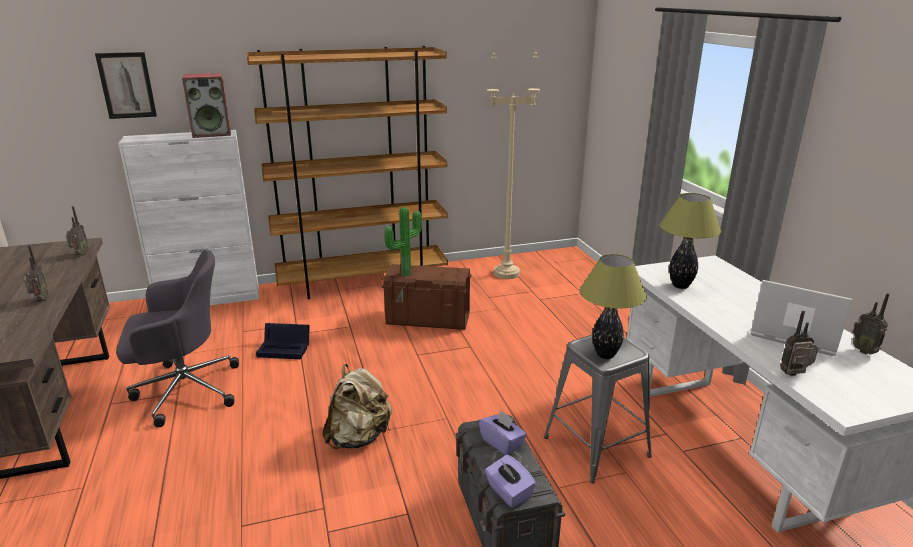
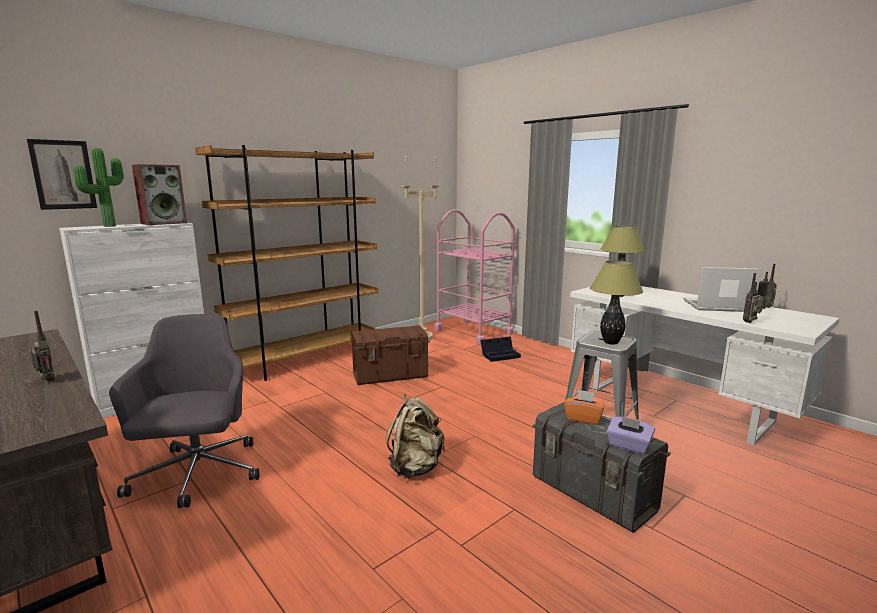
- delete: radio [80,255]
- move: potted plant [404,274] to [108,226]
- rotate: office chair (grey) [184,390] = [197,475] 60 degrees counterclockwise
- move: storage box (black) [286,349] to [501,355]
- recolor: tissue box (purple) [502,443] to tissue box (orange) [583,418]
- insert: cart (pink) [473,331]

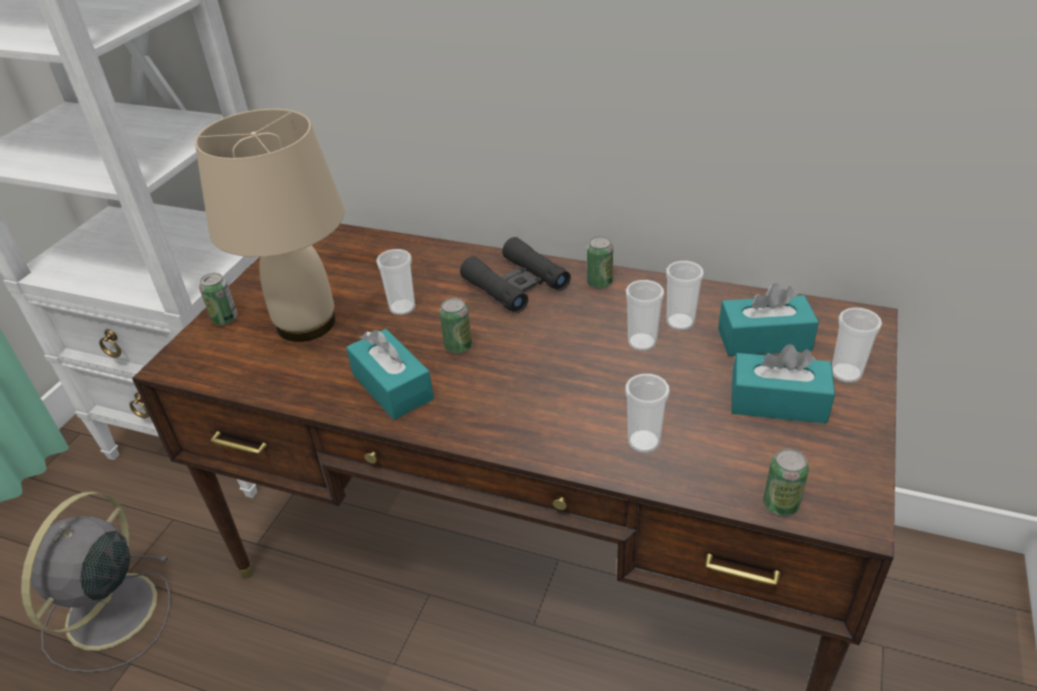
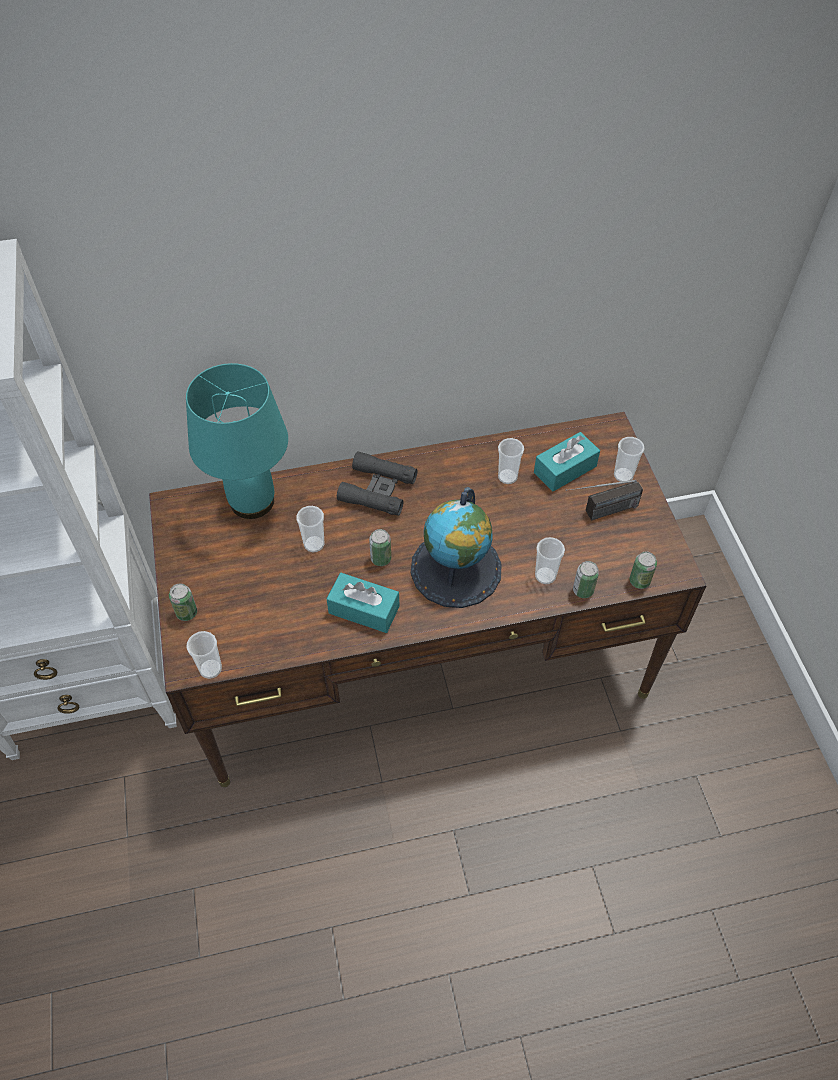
- delete: table lamp (beige) [304,324]
- move: can [599,283] to [583,590]
- move: cup [642,342] to [210,669]
- replace: tissue box (turquoise) [778,402] to radio [599,513]
- delete: fan (grey) [109,614]
- insert: table lamp (turquoise) [251,501]
- insert: globe [456,569]

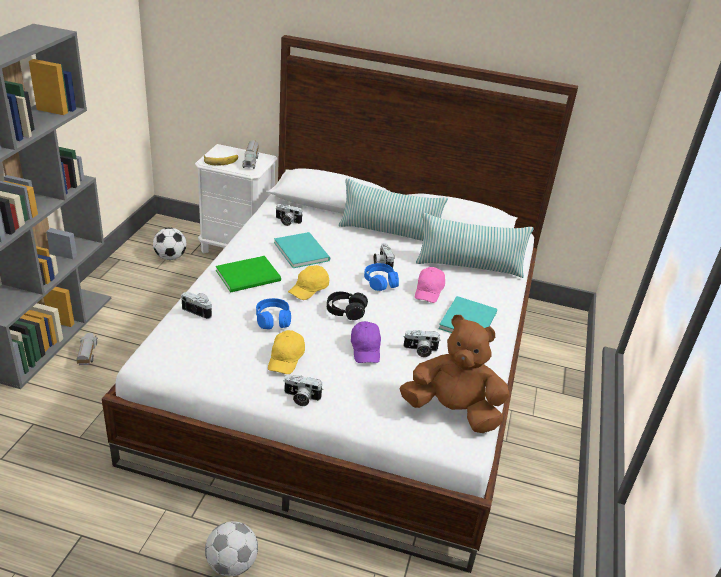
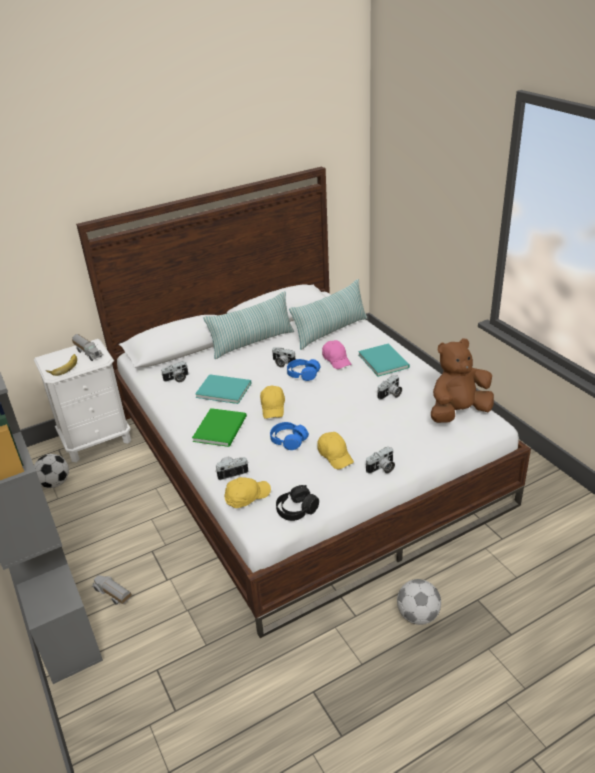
- move: headphones (black) [346,311] to [296,510]
- delete: cap (purple) [366,349]
- insert: cap (yellow) [247,496]

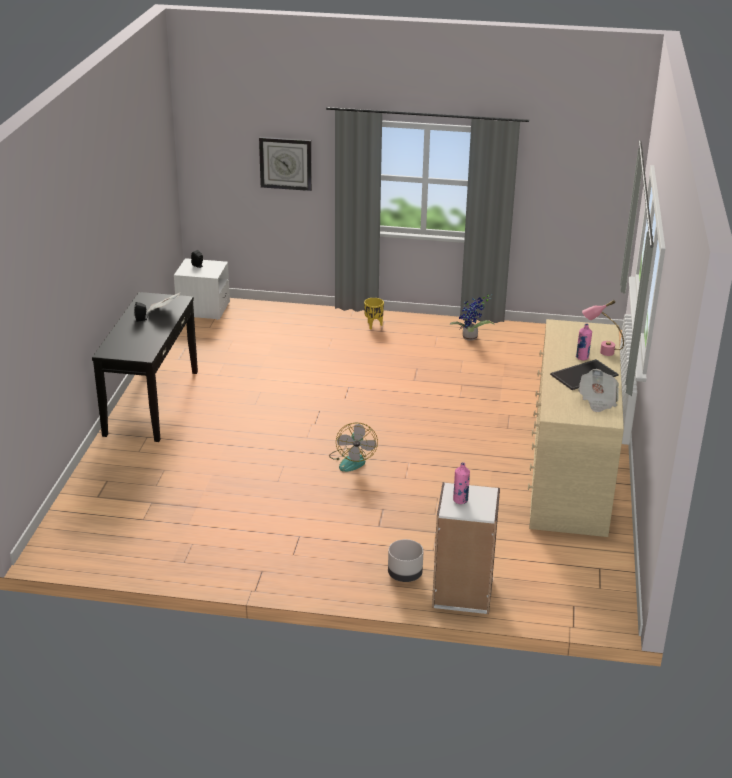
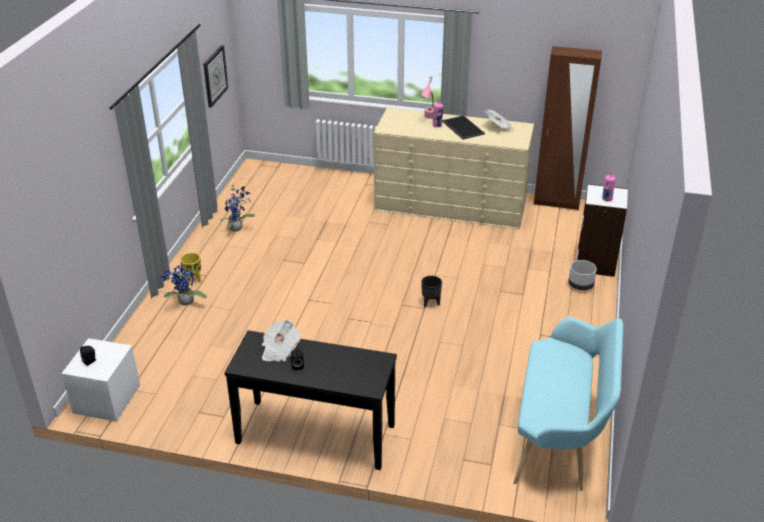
- move: wall clock [285,163] to [214,76]
- replace: fan [352,460] to planter (black) [430,303]
- insert: wardrobe (brown) [556,202]
- insert: potted plant [185,302]
- insert: bench (turquoise) [561,436]

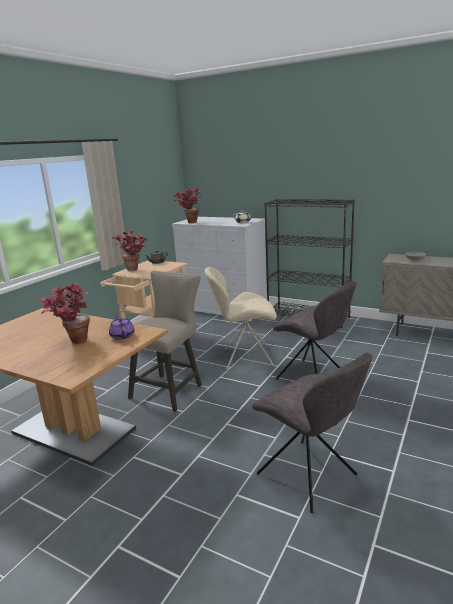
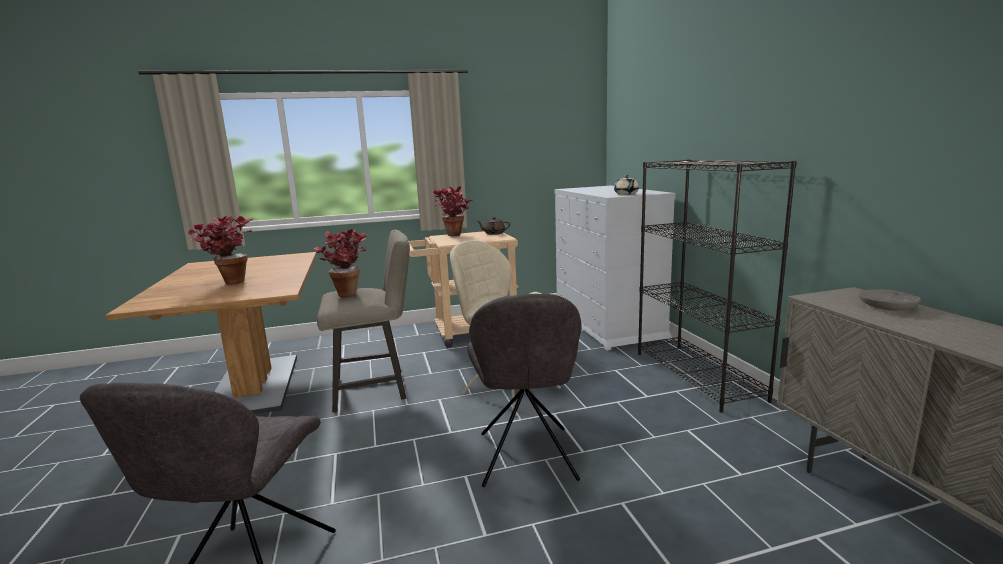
- move: potted plant [189,222] to [347,293]
- delete: teapot (purple) [122,335]

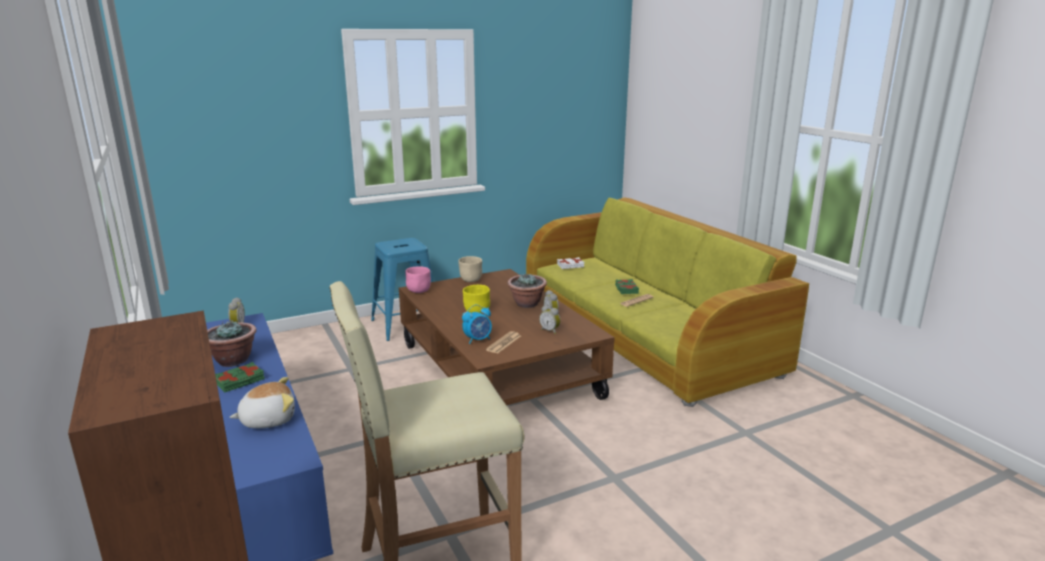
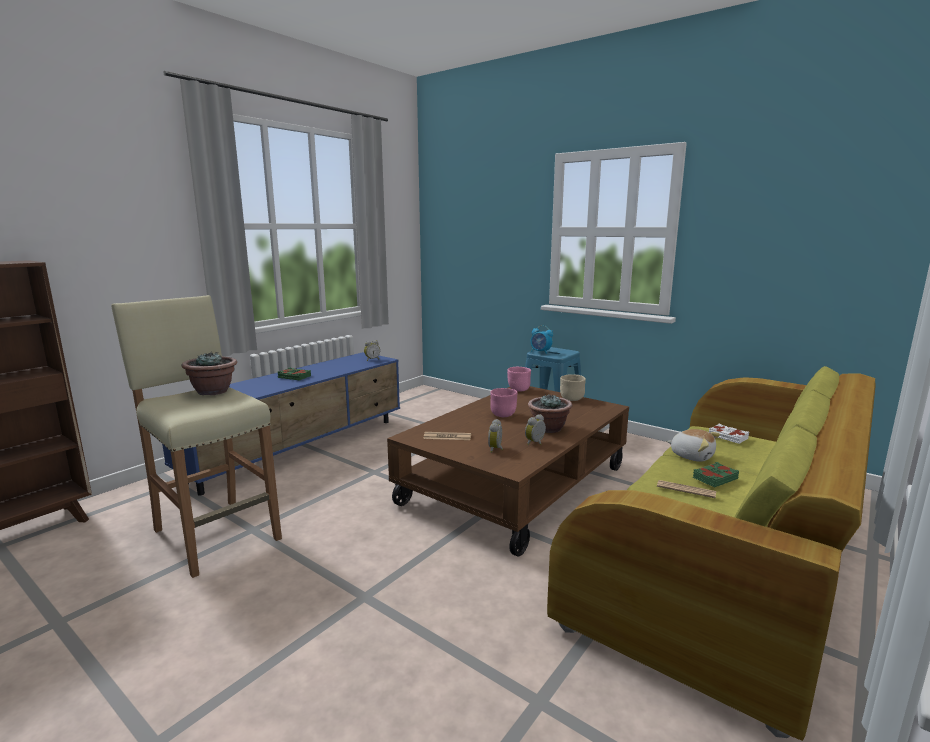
- recolor: bowl (yellow) [476,311] to bowl (pink) [503,415]
- move: alarm clock [478,340] to [540,352]
- move: potted plant [233,360] to [213,391]
- move: plush toy [268,419] to [692,456]

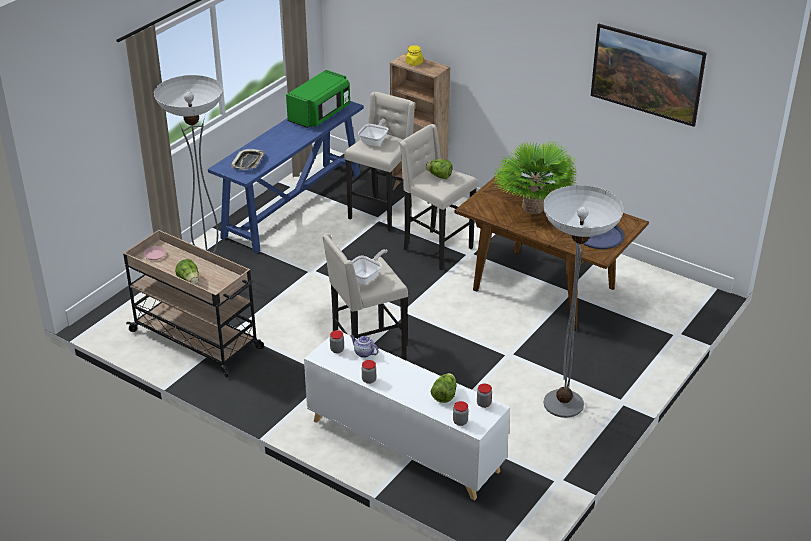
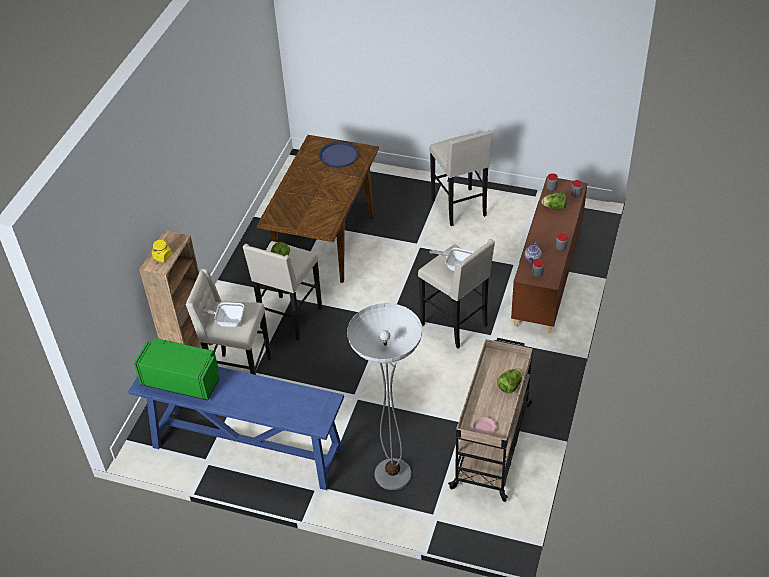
- delete: picture [644,92]
- delete: potted plant [533,208]
- delete: tray [248,162]
- replace: floor lamp [563,403] to stool (beige) [460,208]
- recolor: cabinet (white) [404,445] to cabinet (brown) [547,277]

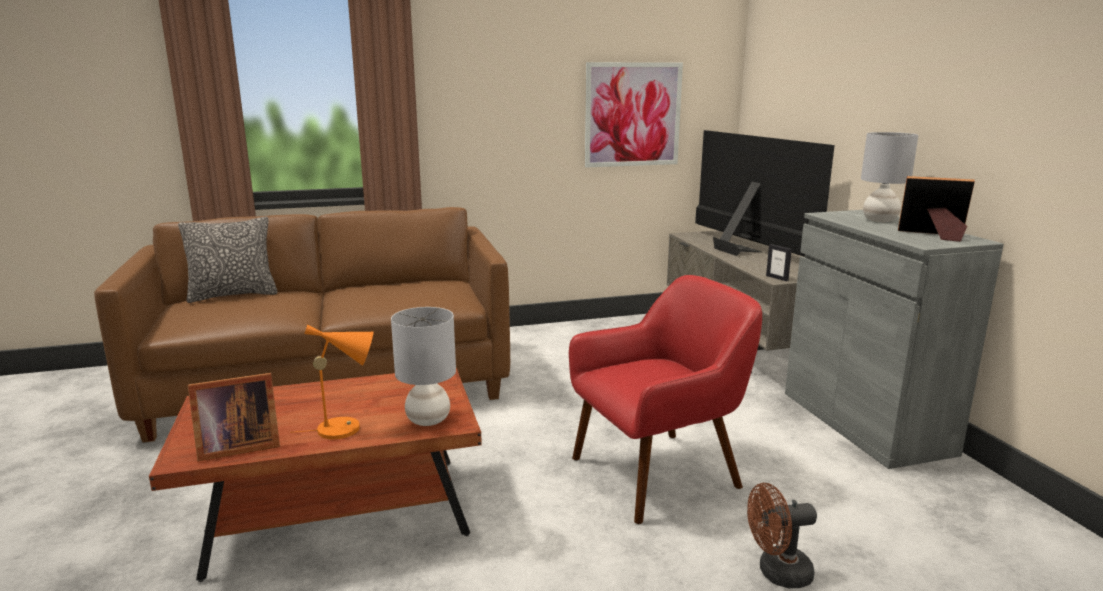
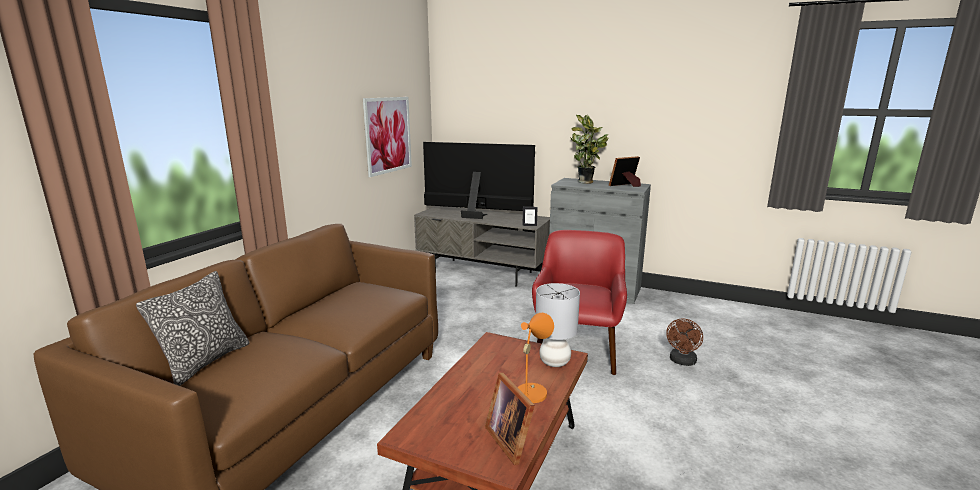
- replace: table lamp (grey) [879,220] to potted plant [587,182]
- rotate: picture frame [236,447] = [511,439] 135 degrees clockwise

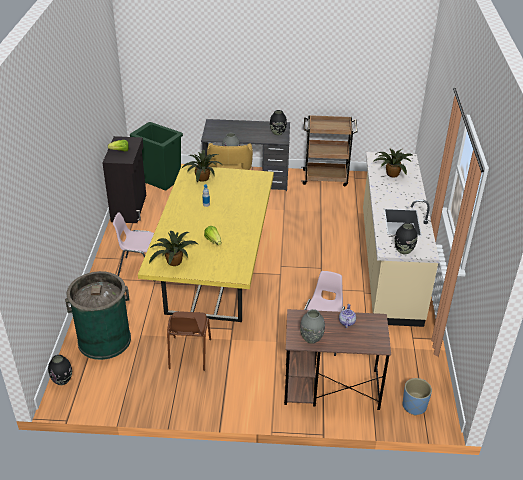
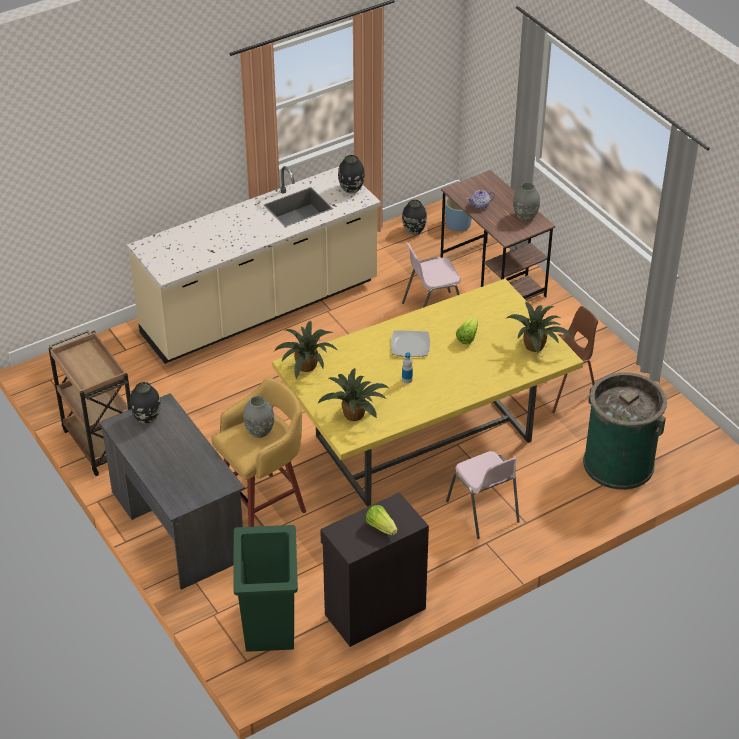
- move: potted plant [391,174] to [307,367]
- move: vase (black) [62,380] to [413,230]
- insert: plate [410,345]

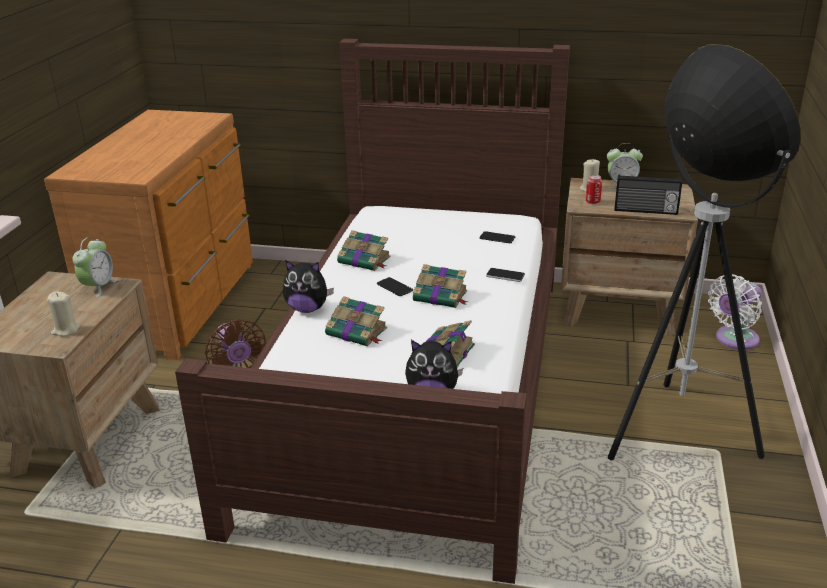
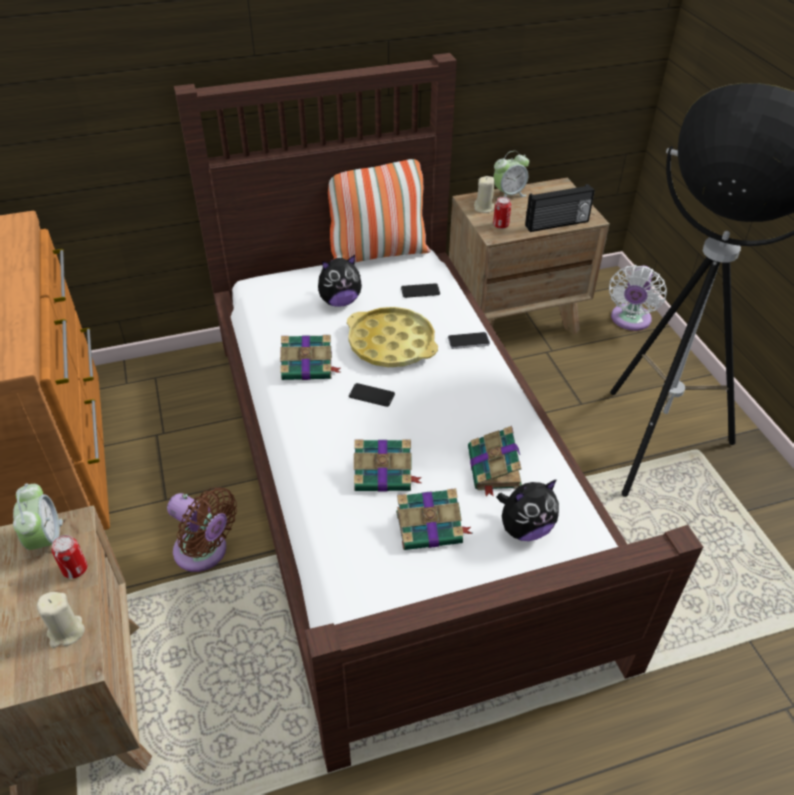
- move: plush toy [307,309] to [340,301]
- move: book [441,296] to [431,527]
- insert: pillow [377,254]
- insert: tray (yellow) [391,344]
- insert: can [75,569]

